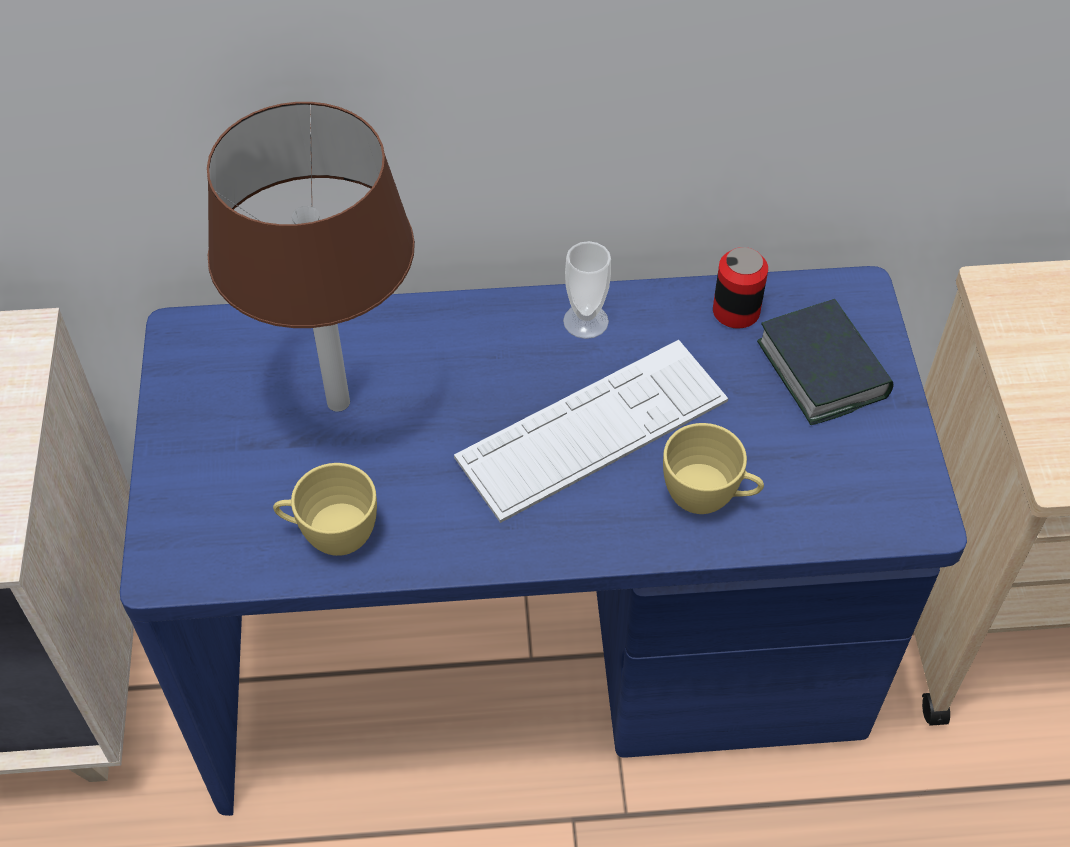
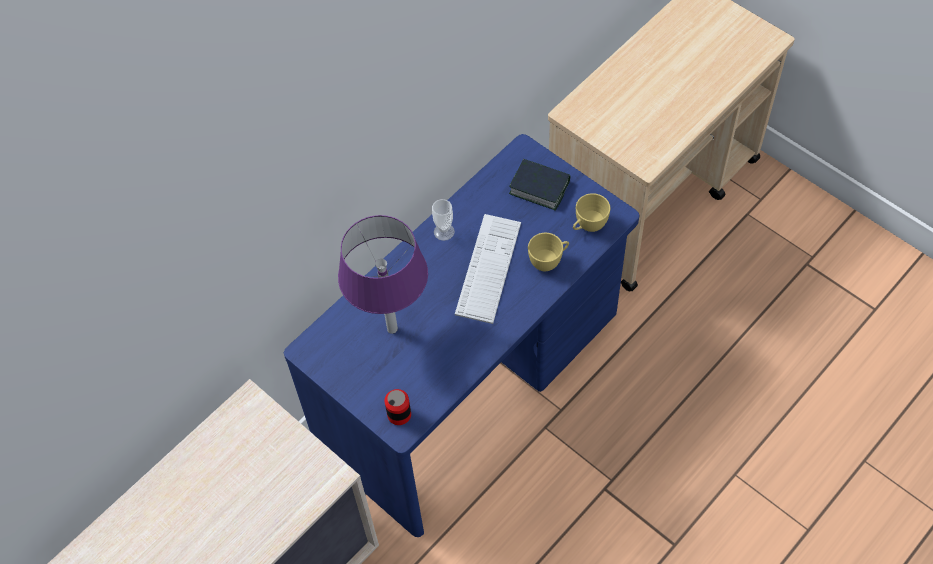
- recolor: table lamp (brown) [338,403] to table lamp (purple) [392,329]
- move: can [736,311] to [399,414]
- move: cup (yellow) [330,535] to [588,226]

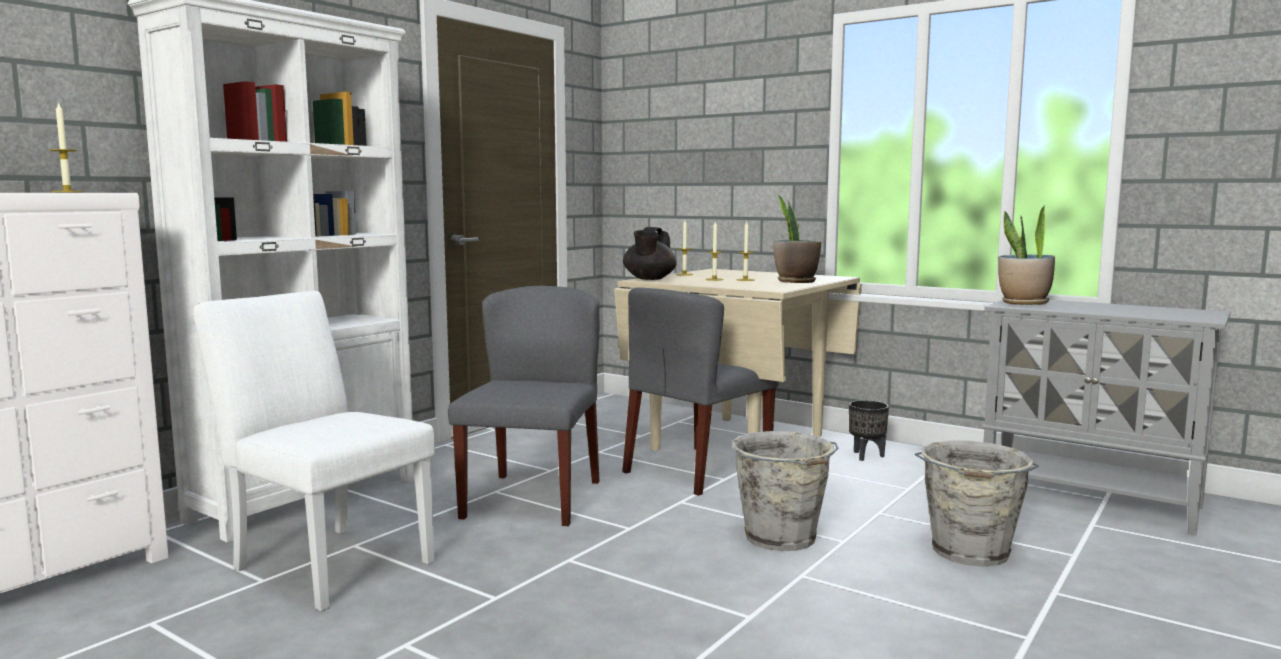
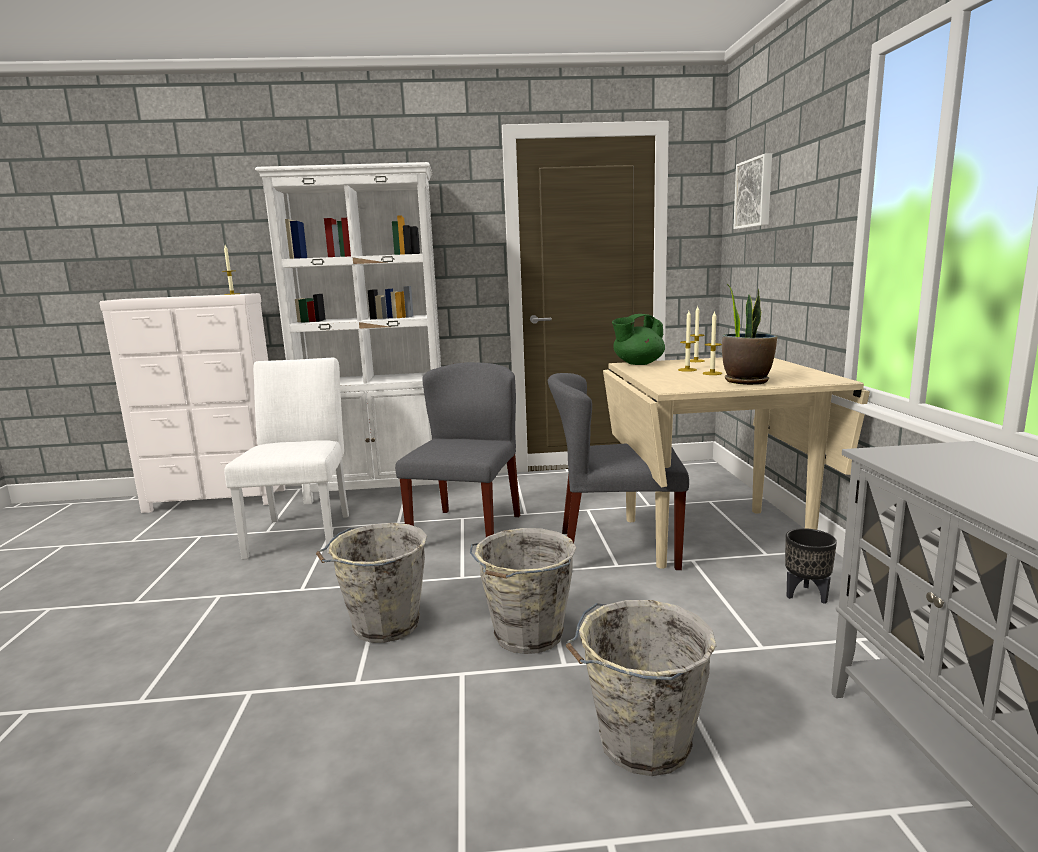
- delete: potted plant [1024,303]
- recolor: teapot (black) [649,279] to teapot (green) [637,363]
- rotate: chair (grey) [532,498] = [467,531] 45 degrees counterclockwise
- insert: picture [755,193]
- insert: bucket (grey) [383,625]

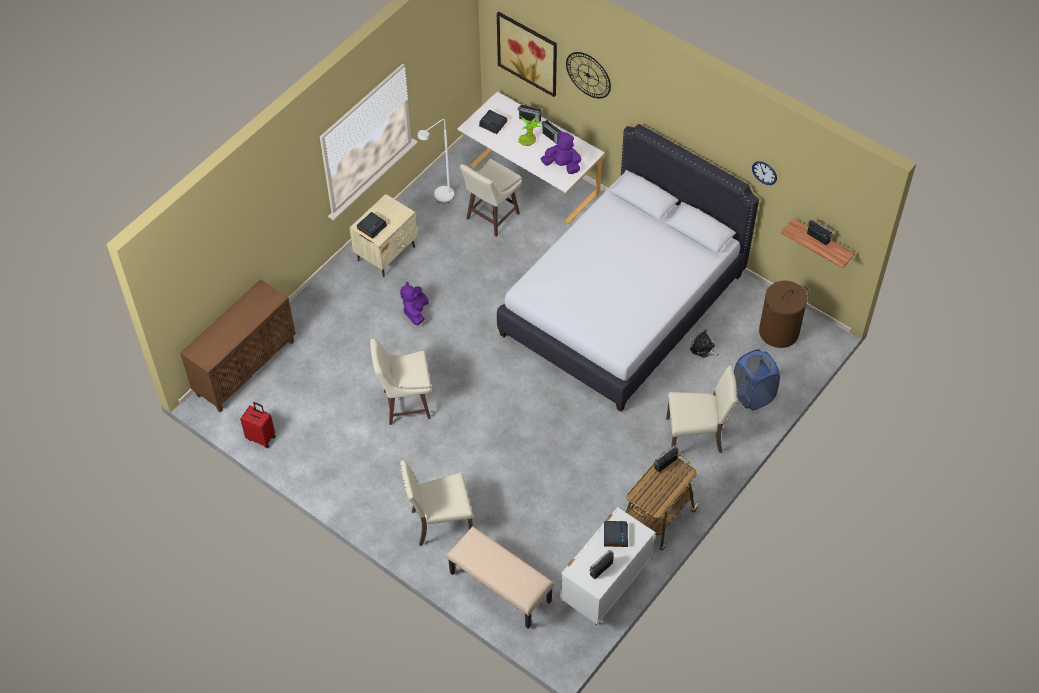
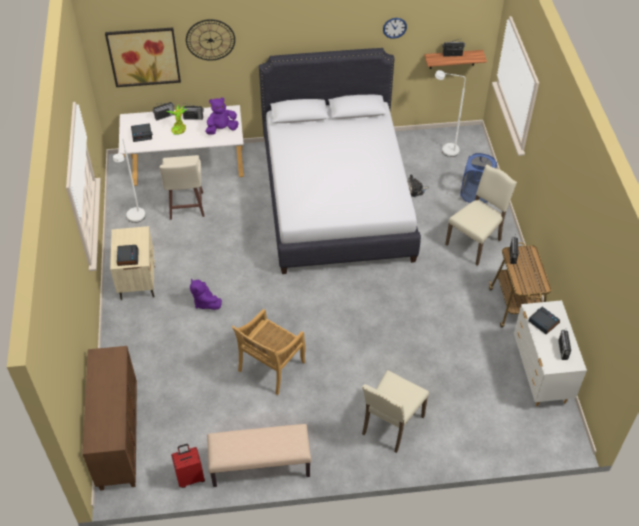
- replace: laundry basket (brown) [779,332] to floor lamp (white) [445,150]
- replace: stool (beige) [405,404] to chair (beige) [271,367]
- move: bench (beige) [499,587] to [260,466]

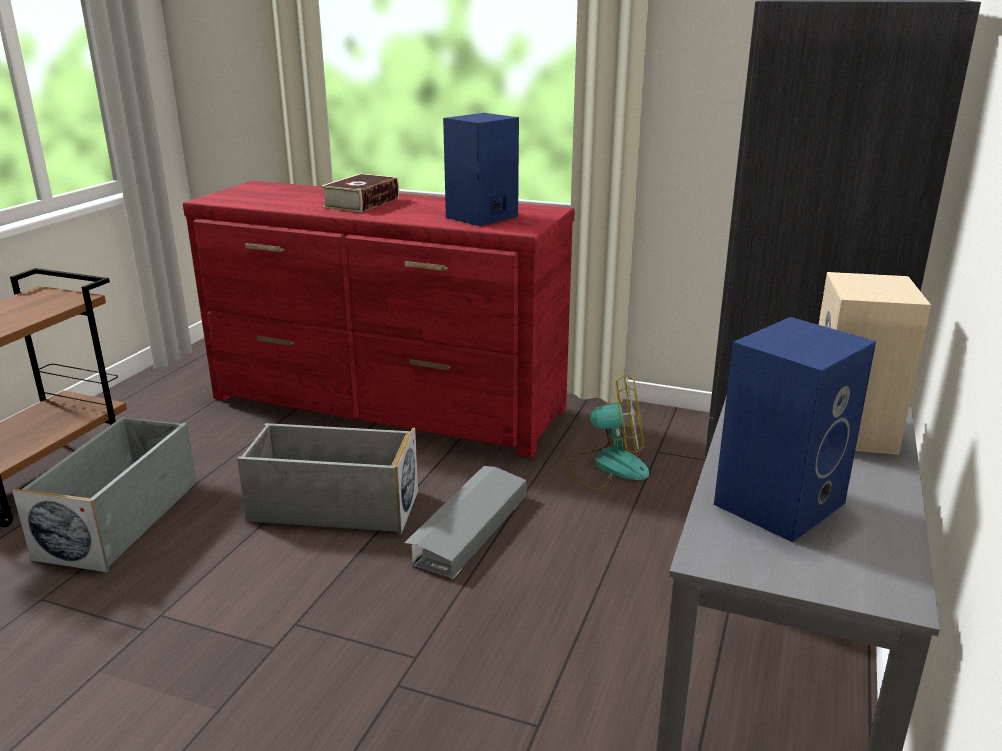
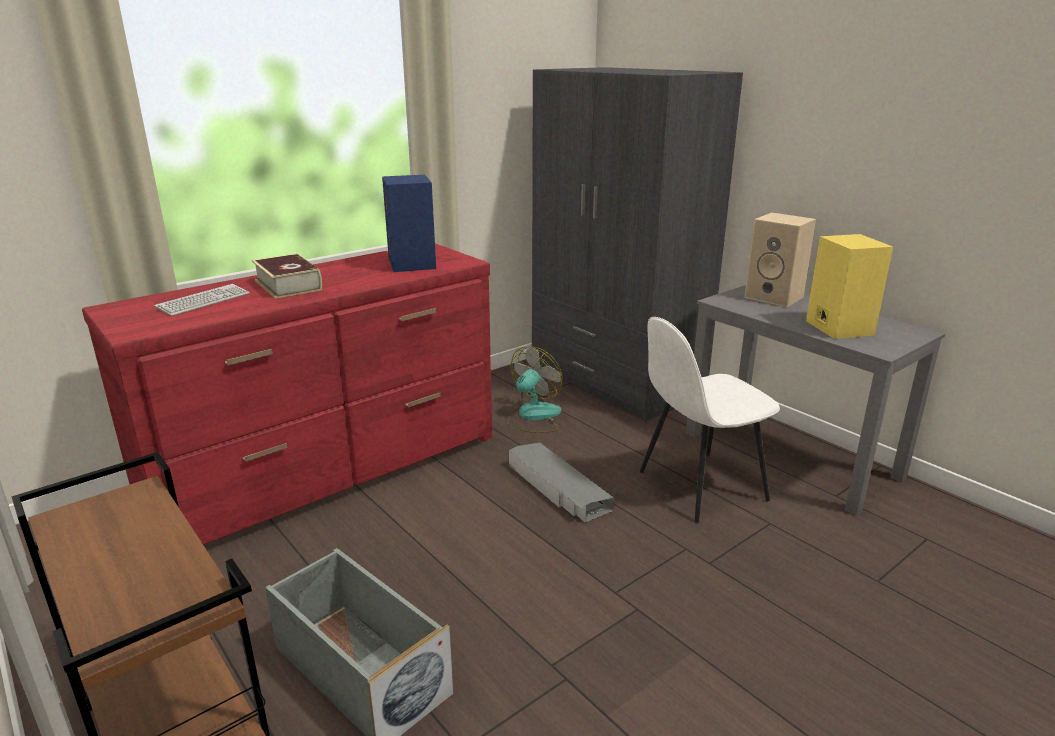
- recolor: speaker (blue) [778,502] to speaker (yellow) [837,327]
- delete: storage box (grey) [332,507]
- insert: keyboard [203,301]
- insert: chair (white) [699,486]

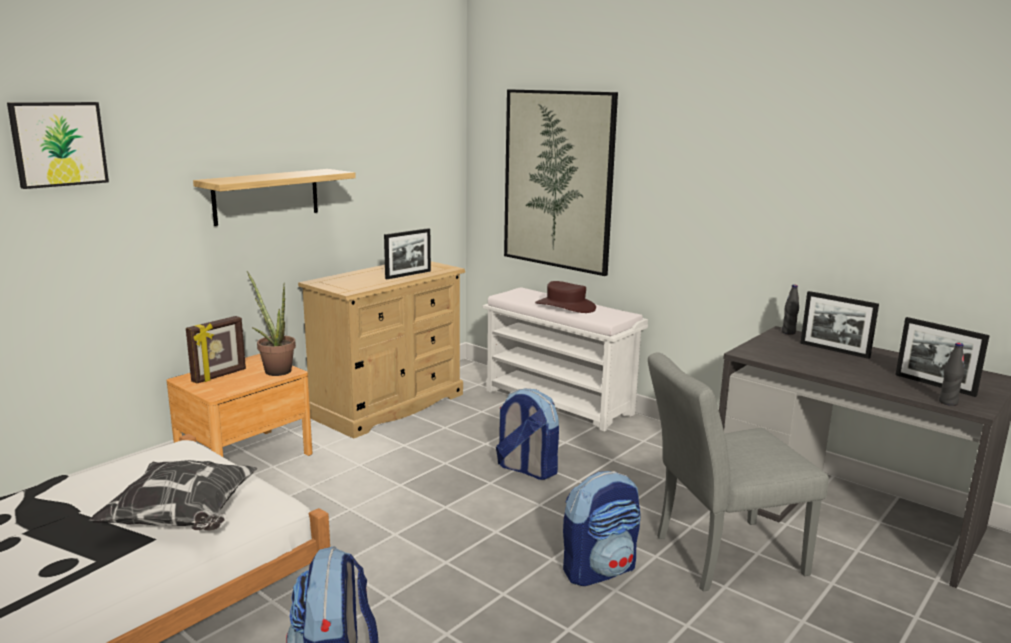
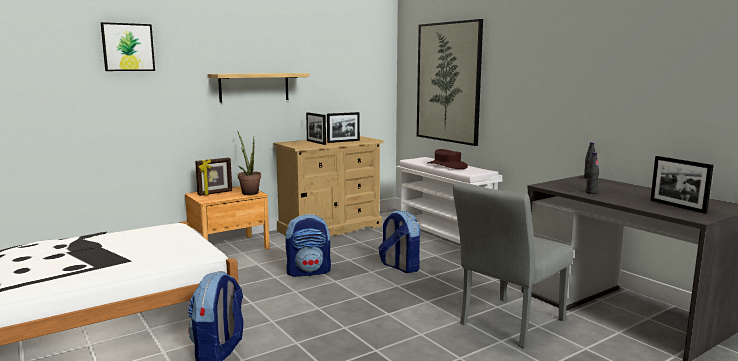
- move: picture frame [834,350] to [316,142]
- move: bottle (black) [948,402] to [591,192]
- rotate: chair (grey) [718,556] = [507,324] 45 degrees counterclockwise
- delete: pillow [183,520]
- move: backpack [599,570] to [309,272]

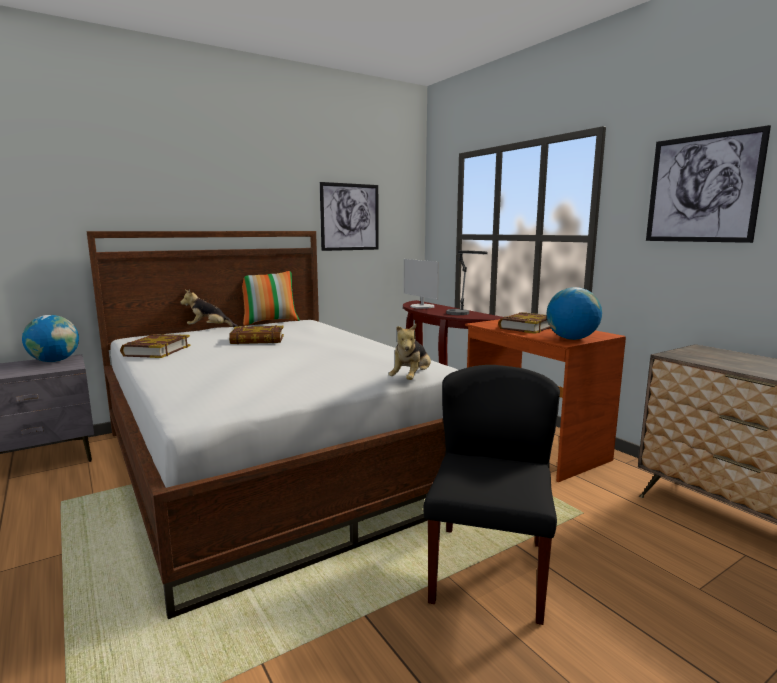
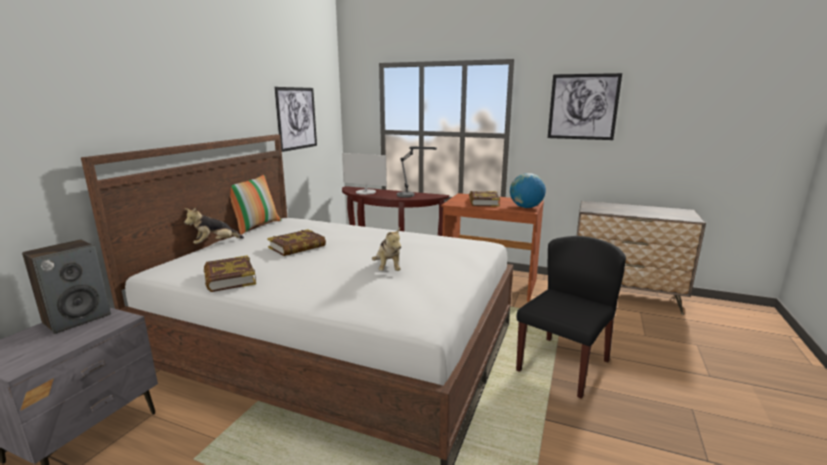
- replace: globe [54,361] to speaker [77,318]
- move: plush toy [411,379] to [388,269]
- rotate: chair (black) [488,570] = [563,365] 60 degrees clockwise

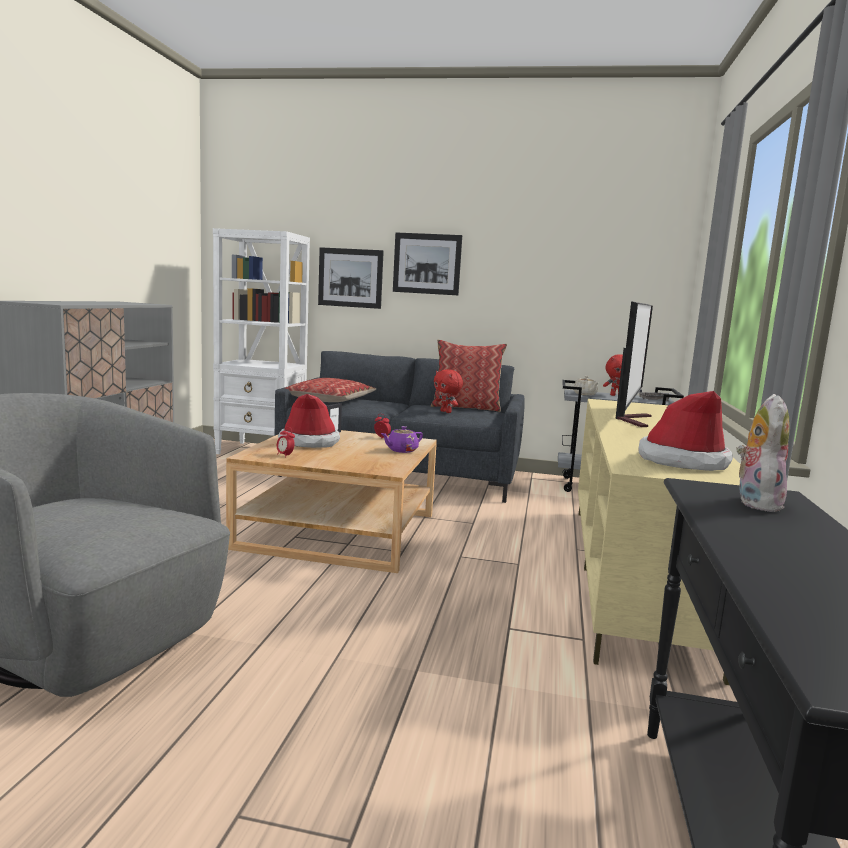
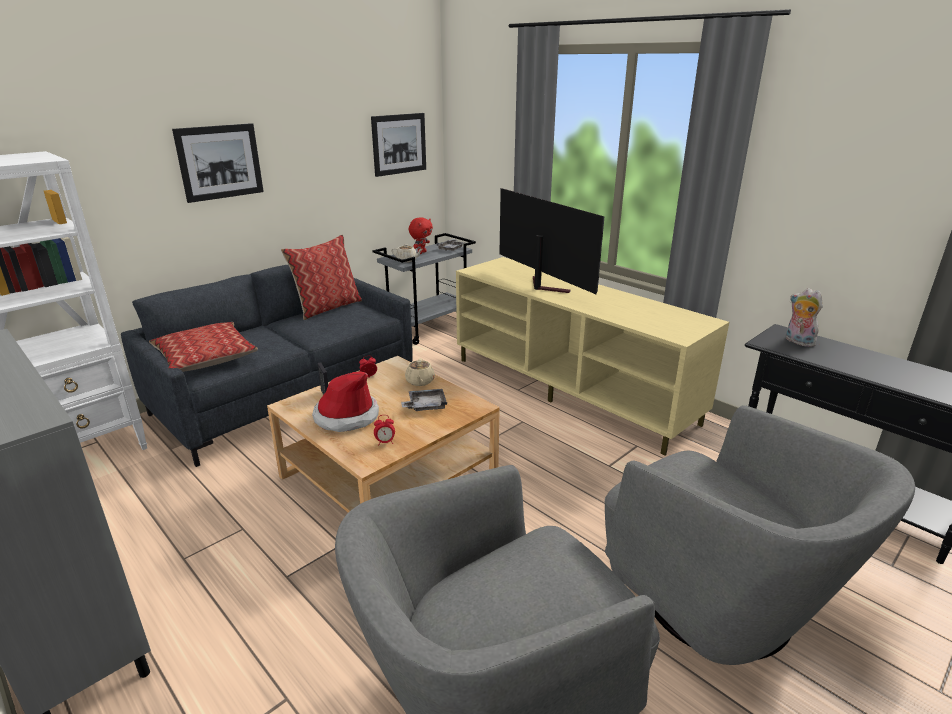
- move: picture [350,278] to [399,144]
- delete: plush toy (red) [446,412]
- delete: hat [682,461]
- recolor: teapot (purple) [401,450] to teapot (beige) [420,381]
- insert: tray (grey) [425,406]
- insert: armchair (grey) [718,602]

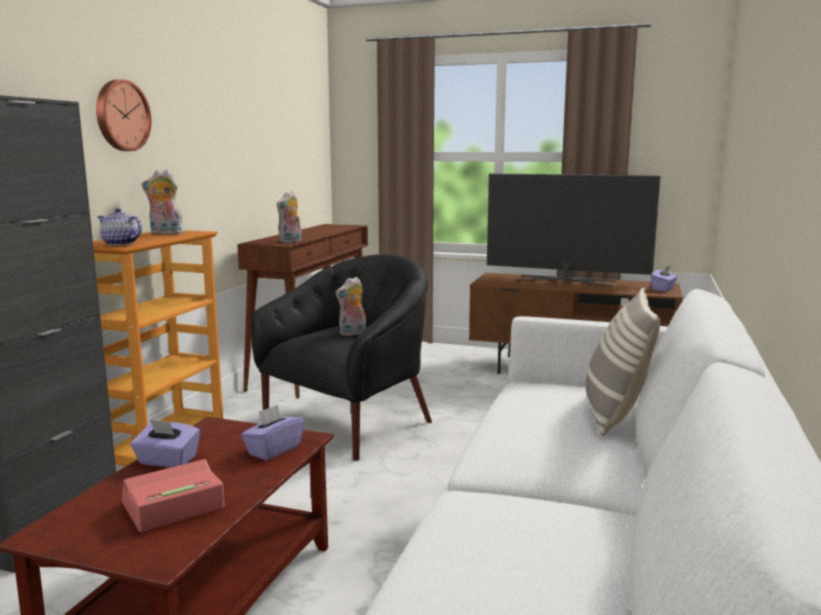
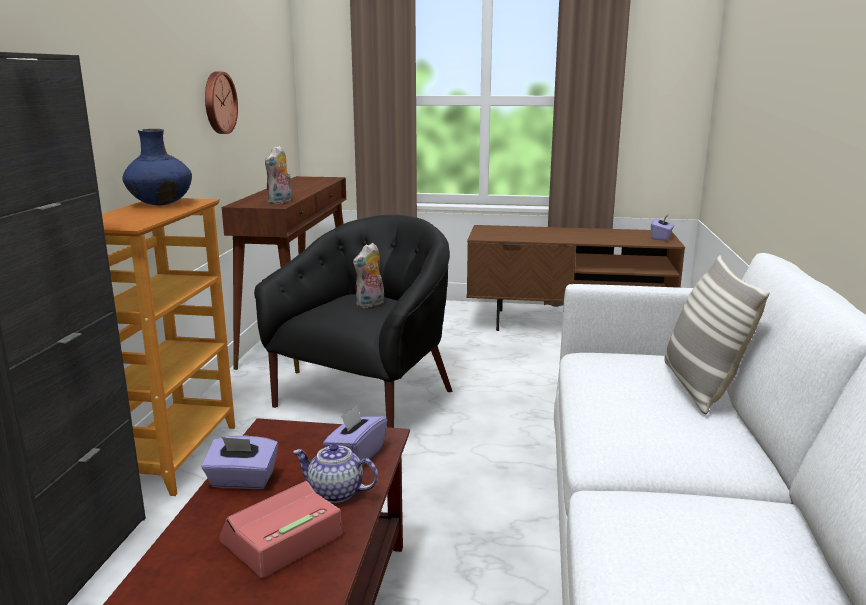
- move: wall clock [121,115] to [218,103]
- replace: plush toy [165,233] to vase (blue) [161,204]
- delete: television [566,280]
- move: teapot [120,244] to [335,493]

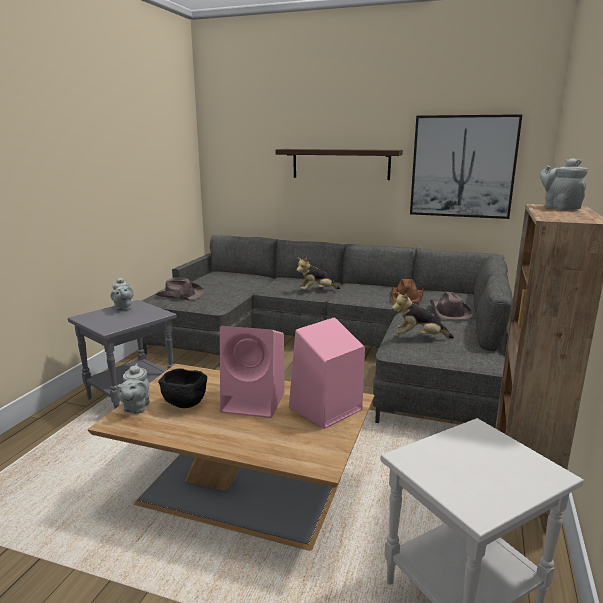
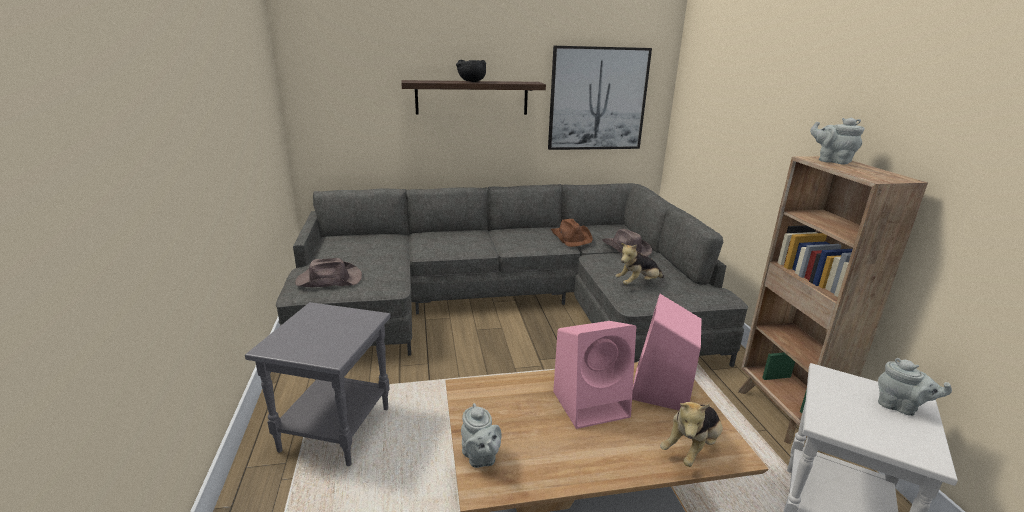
- move: plush toy [316,291] to [691,448]
- move: teapot (grey) [123,308] to [900,407]
- move: bowl (black) [184,404] to [471,81]

